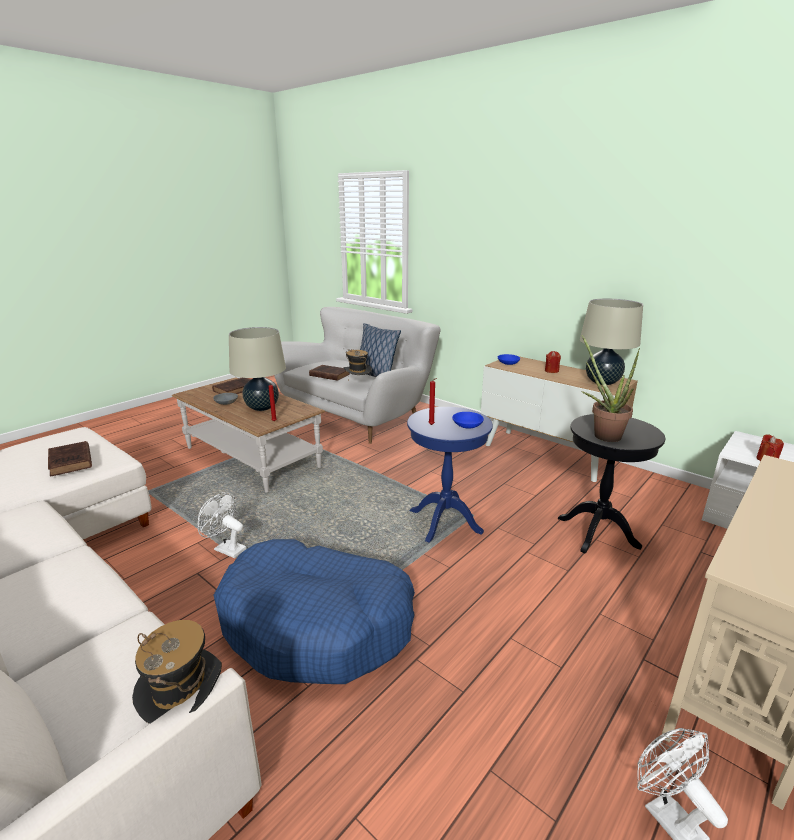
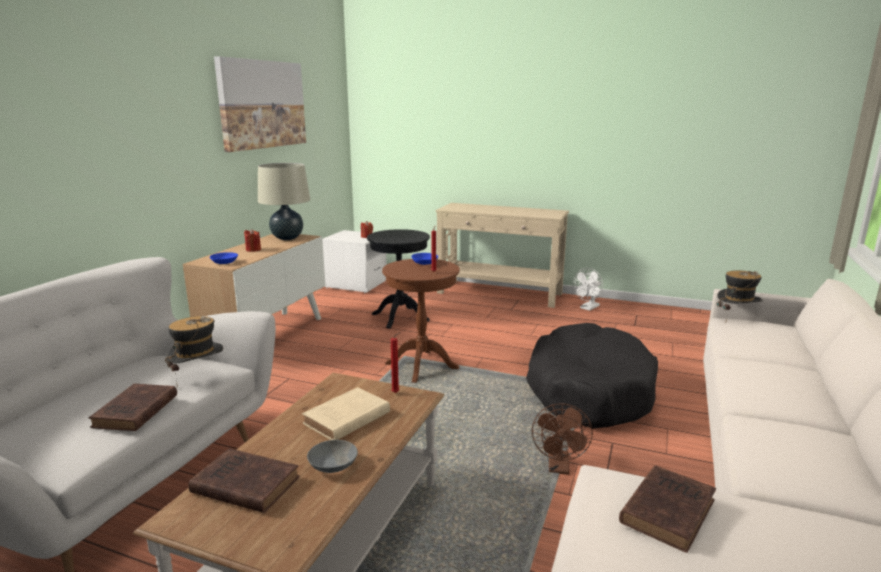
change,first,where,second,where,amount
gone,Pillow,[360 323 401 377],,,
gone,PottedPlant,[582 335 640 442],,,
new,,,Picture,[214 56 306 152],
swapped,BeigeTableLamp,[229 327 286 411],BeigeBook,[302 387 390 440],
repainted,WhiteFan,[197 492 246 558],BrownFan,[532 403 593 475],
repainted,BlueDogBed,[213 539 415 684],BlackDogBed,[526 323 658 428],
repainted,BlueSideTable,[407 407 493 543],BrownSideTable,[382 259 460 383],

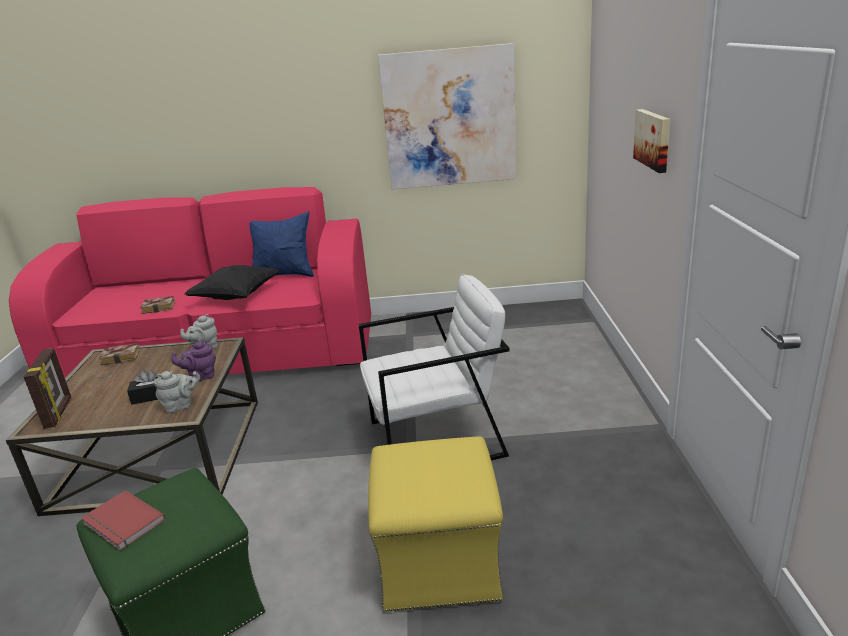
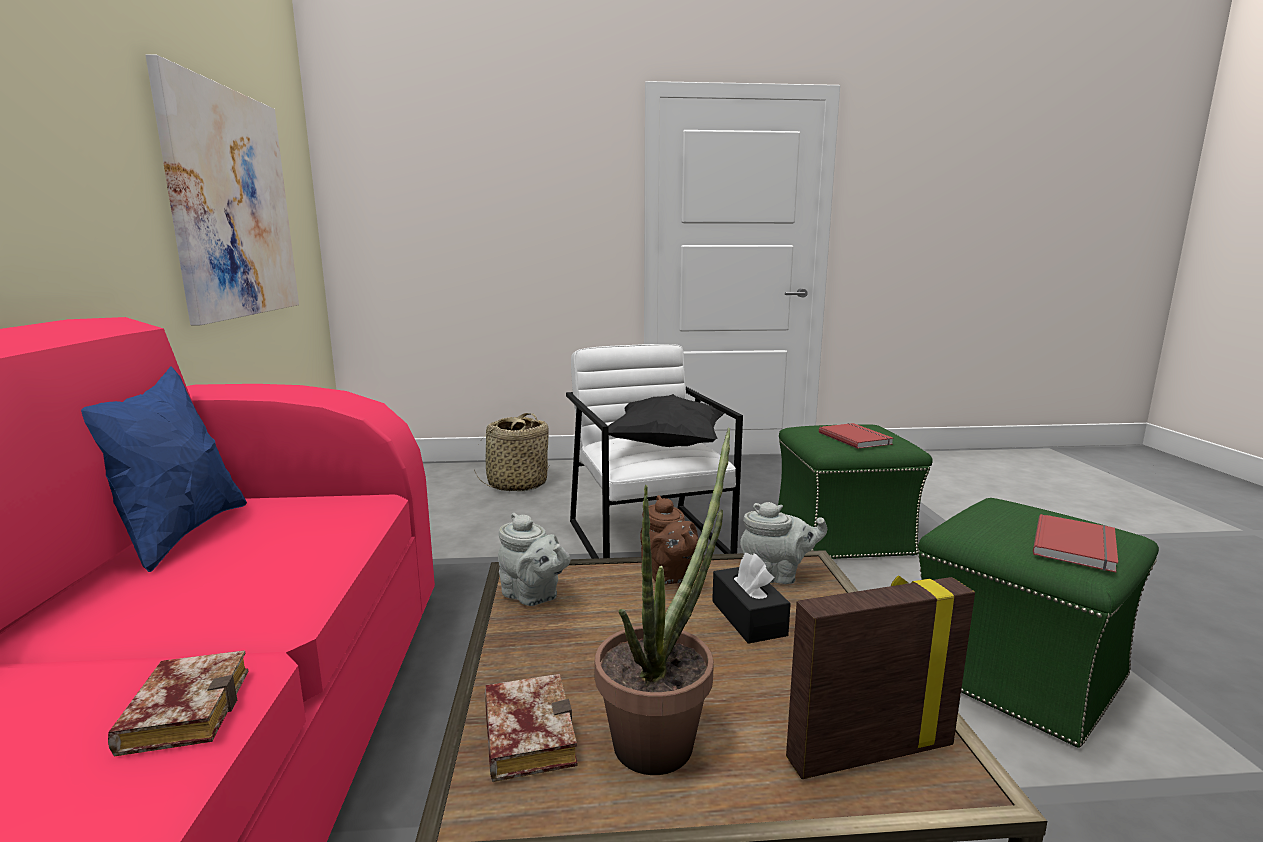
change,first,where,second,where,amount
gone,Picture,[633 109 670 173],,,
new,,,Basket,[474 413 550 491],
new,,,PottedPlant,[595 428 730 775],
new,,,RedBook,[819 423 894 449],
shifted,BlackPillow,[185 265 280 300],,[608 394 724 447],
repainted,PurpleTeapot,[172 341 216 381],BrownTeapot,[640 495 699 585],
repainted,YellowOttoman,[368 436 503 612],GreenOttoman,[778 424 933 559],
rotated,GreyTeapot,[154 371 200 413],,[740 502 827 584],120 degrees clockwise

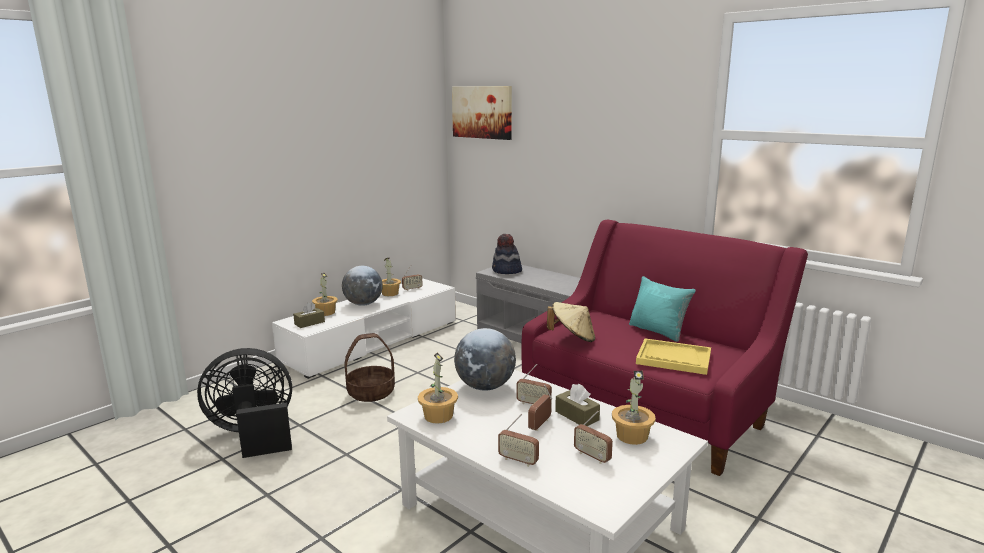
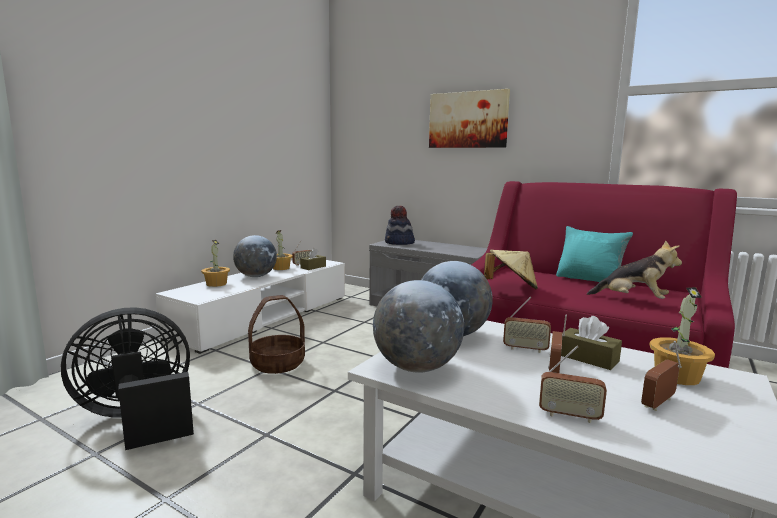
change,first,where,second,where,amount
shifted,BrownTissueBox,[293 302 325 328],,[300 248 326 270],
shifted,Picture,[452 86 512 140],,[429 89 510 148],
swapped,PottedPlant,[418 352 458 424],Globe,[373 280 464 373],
swapped,YellowTray,[636 338 711 375],PlushToy,[587 240 682 299],
rotated,Radio,[574 411 613 464],,[641 341 682 411],105 degrees clockwise

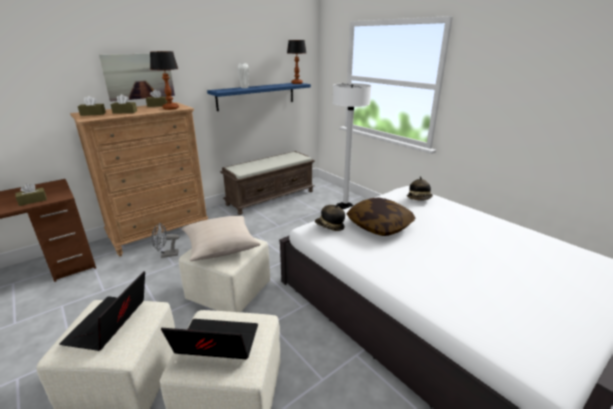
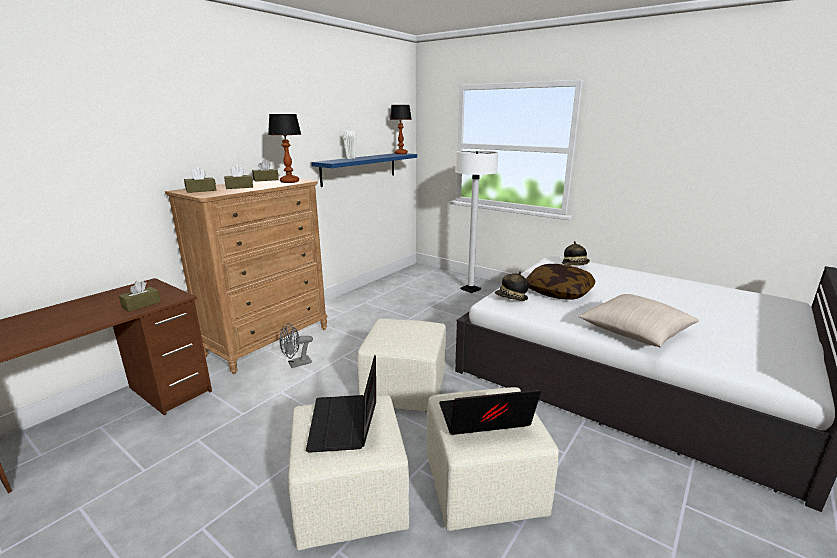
change,first,where,second,where,amount
gone,Picture,[99 53 175 102],,,
gone,BrownBench,[220 151 315 215],,,
shifted,BeigePillow,[181 216 261 261],,[579 294 699 348],

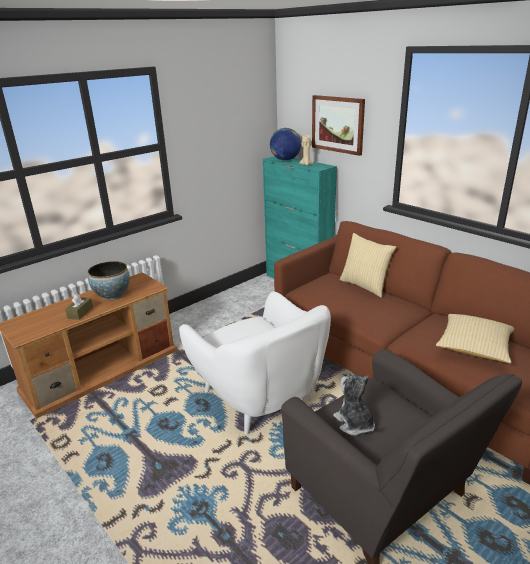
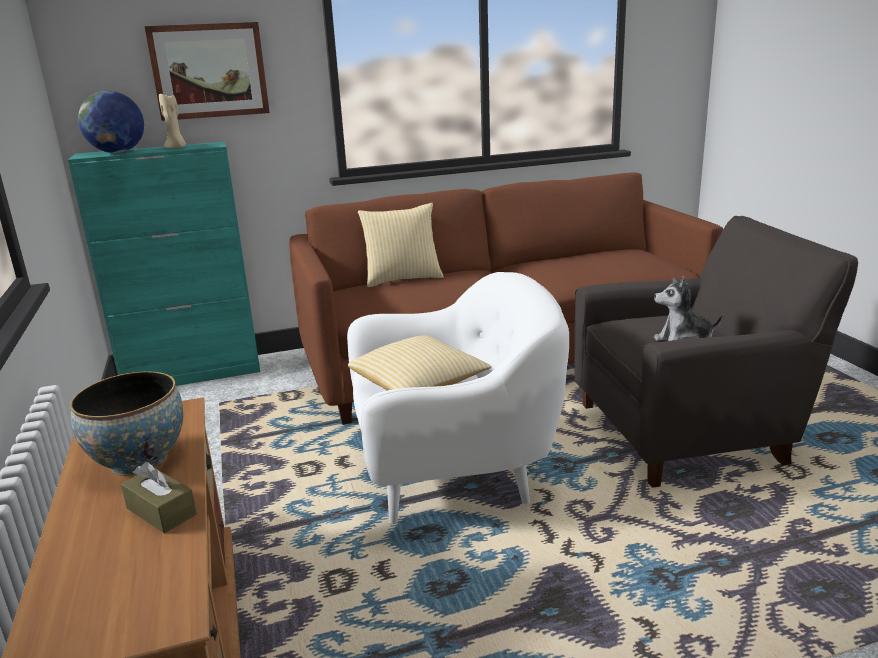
change,first,where,second,where,amount
shifted,Pillow,[436 314 514 363],,[348 335 492 391],

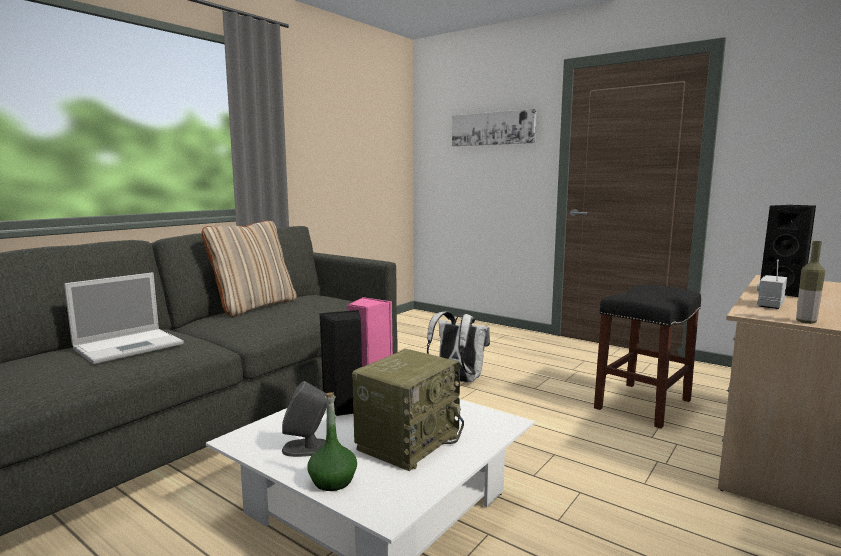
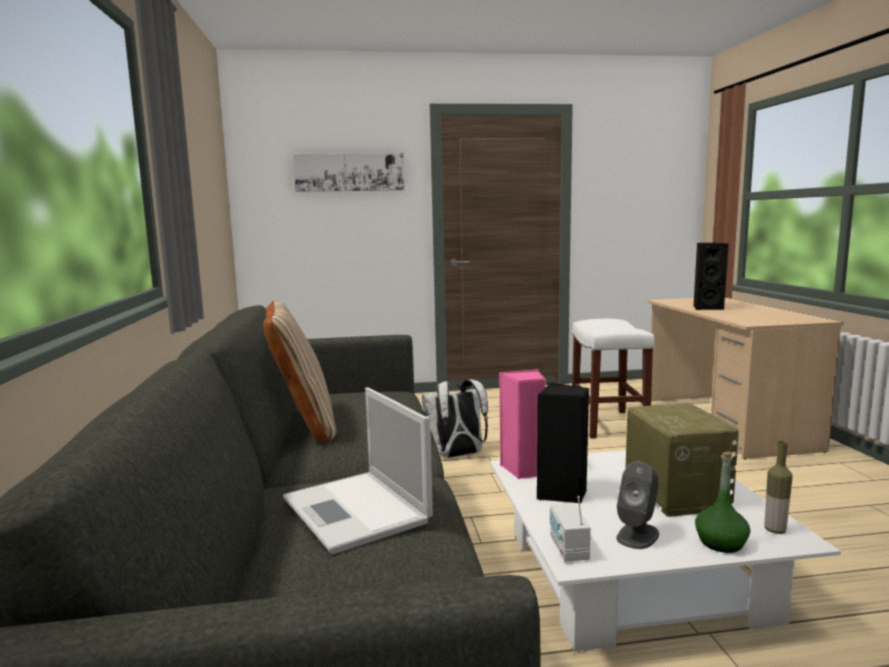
change,first,where,second,where,amount
shifted,Radio,[757 260 787 309],,[550 496 591 562],
shifted,Bottle,[796 241 825 324],,[765 441 793 534],
repainted,BlackStool,[594 285 701 429],WhiteStool,[572 318 655 438],
rotated,Laptop,[64 272 184 364],,[283 387 433 554],150 degrees clockwise

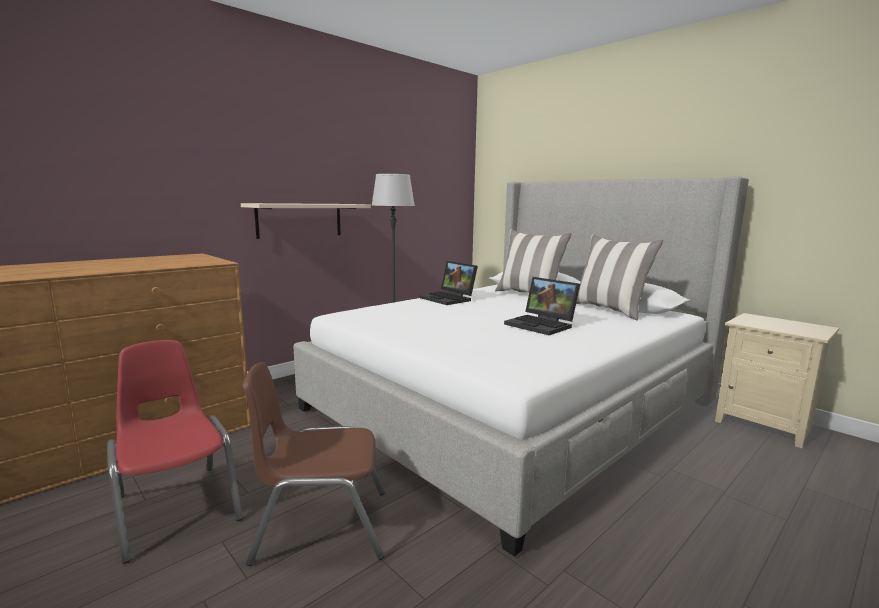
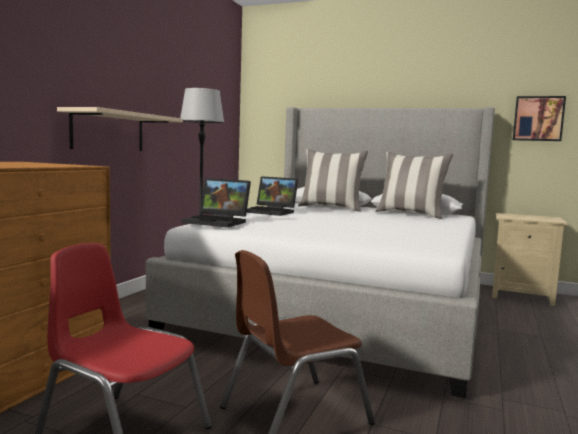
change,first,where,second,where,amount
new,,,Picture,[513 96 566 141],
shifted,Laptop,[504 277 580 335],,[182 178 251 227],

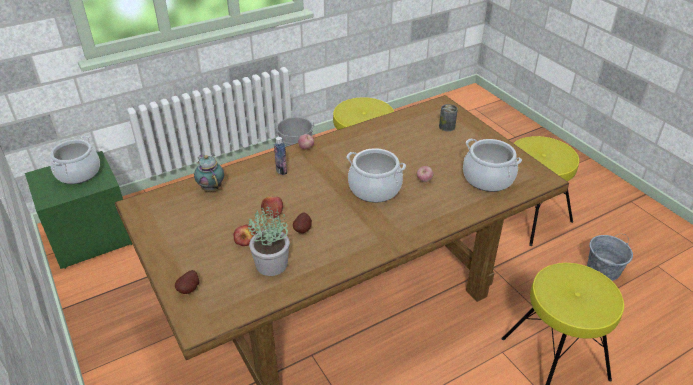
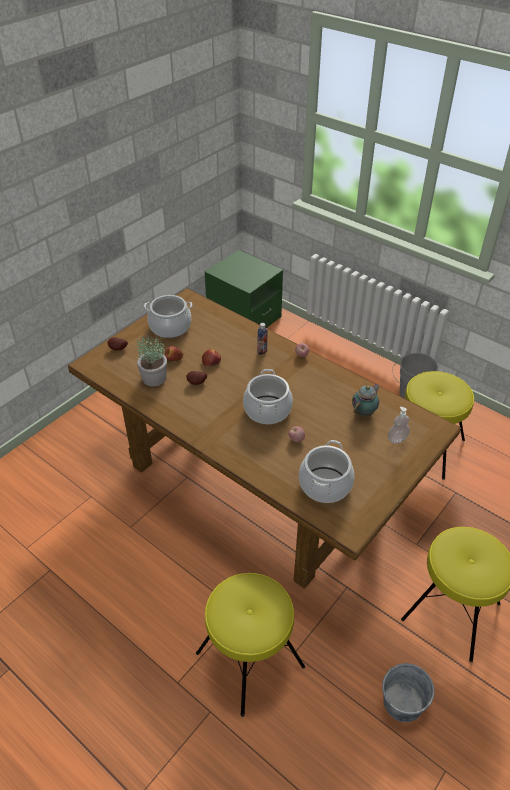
change,first,where,second,where,amount
shifted,CookingPot,[50 136 100 184],,[144 295 192 338],
shifted,Teapot,[194 154 224 191],,[352 384 380 417],
swapped,Can,[439 104 458 131],SoapDispenser,[388 407 410 444],

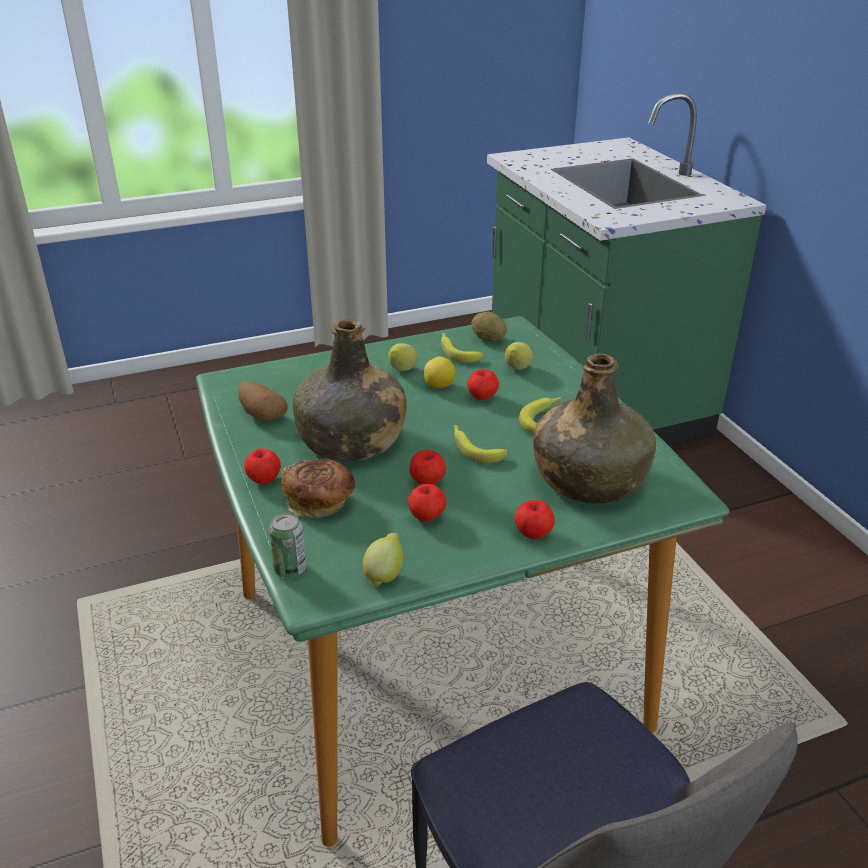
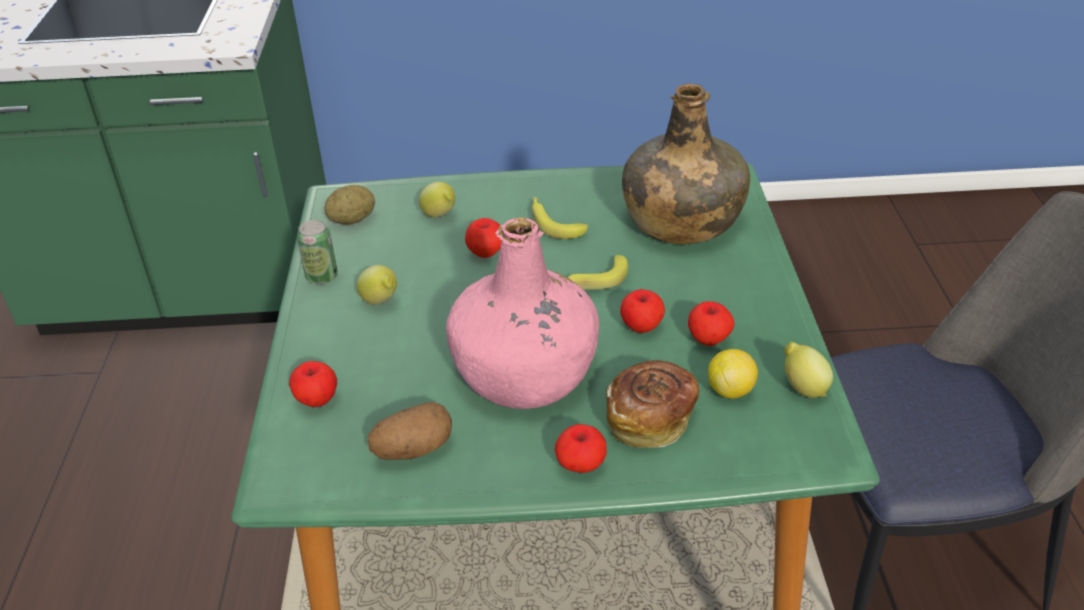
change,first,where,second,where,amount
gone,Banana,[441 333 483 363],,,
shifted,Can,[269 513 306 578],,[297 220 338 285],
shifted,Lemon,[424 356 456 389],,[708 349 758 399],
shifted,Apple,[515 500 555 539],,[289 361 337 407],
repainted,GreenBottle,[293 319 407 461],PinkBottle,[446 217 599 409],

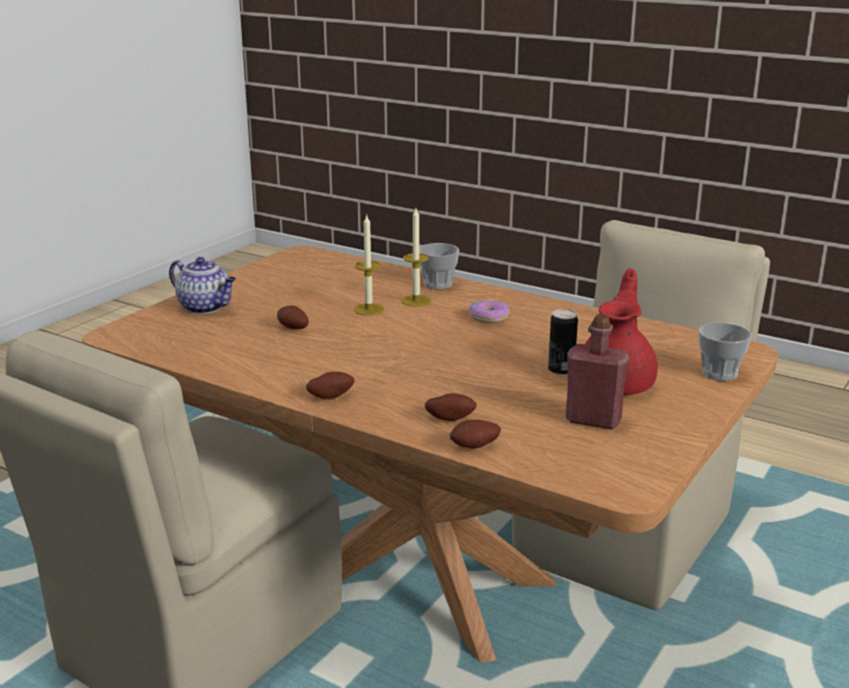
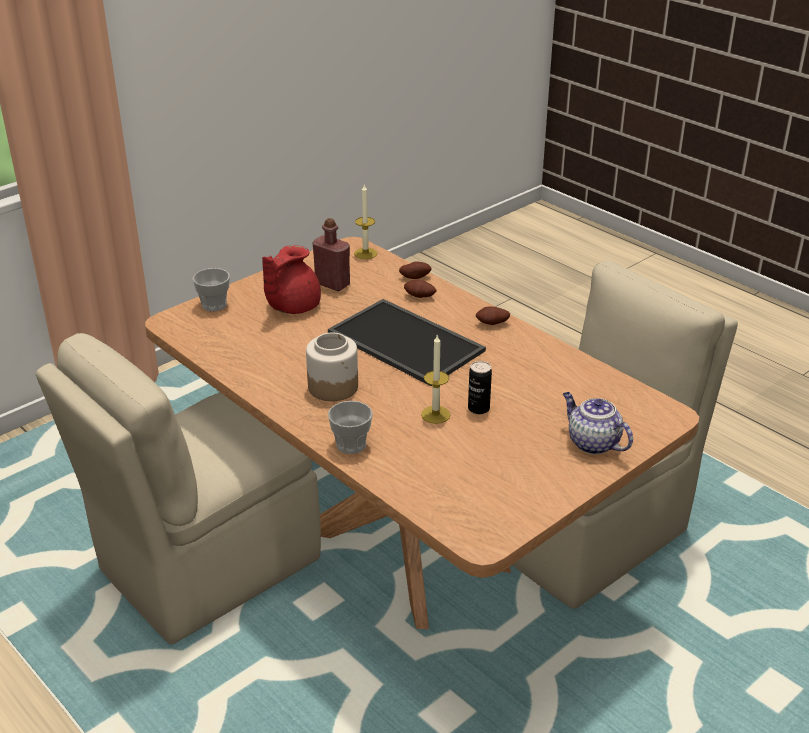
change,first,where,second,where,amount
gone,Potato,[277 305 309 329],,,
new,,,Tray,[328 299 486 386],
shifted,Candle,[401 208 431 307],,[354 185 377 259],
shifted,Can,[548 309 578 375],,[468 361 492 414],
swapped,Donut,[469 300 509 323],Jar,[306 333 358 401],

